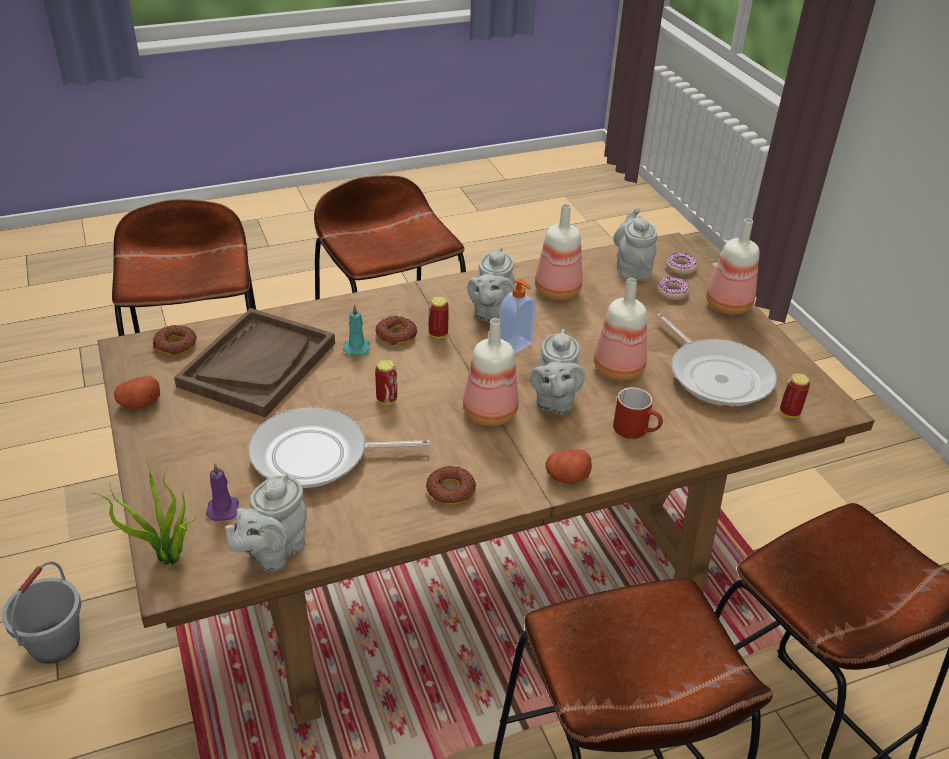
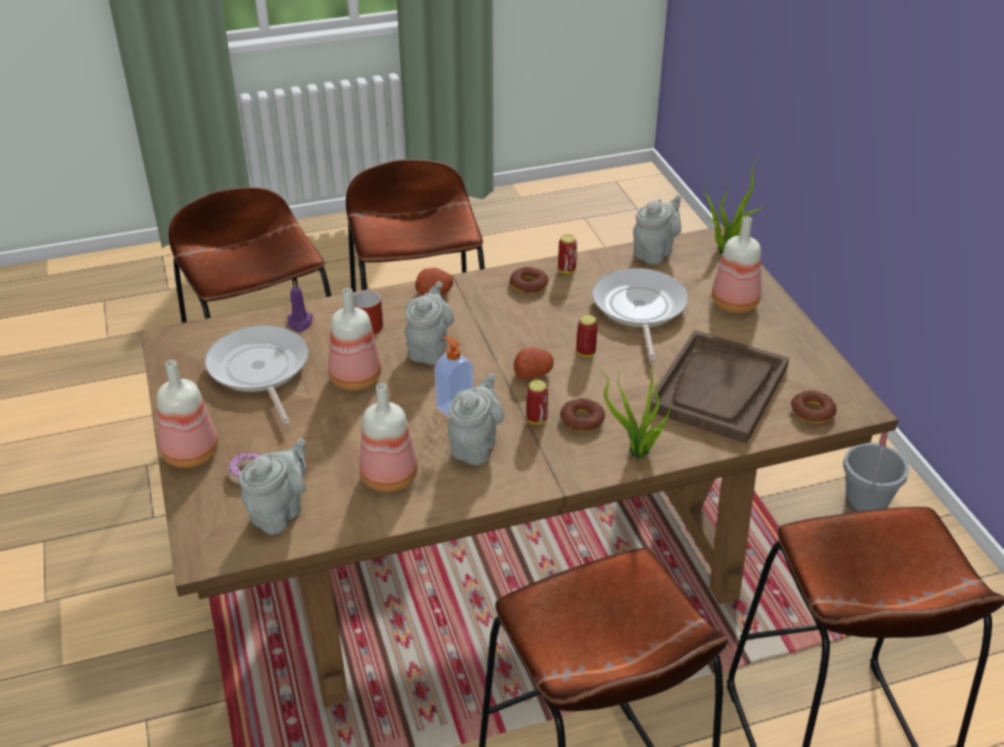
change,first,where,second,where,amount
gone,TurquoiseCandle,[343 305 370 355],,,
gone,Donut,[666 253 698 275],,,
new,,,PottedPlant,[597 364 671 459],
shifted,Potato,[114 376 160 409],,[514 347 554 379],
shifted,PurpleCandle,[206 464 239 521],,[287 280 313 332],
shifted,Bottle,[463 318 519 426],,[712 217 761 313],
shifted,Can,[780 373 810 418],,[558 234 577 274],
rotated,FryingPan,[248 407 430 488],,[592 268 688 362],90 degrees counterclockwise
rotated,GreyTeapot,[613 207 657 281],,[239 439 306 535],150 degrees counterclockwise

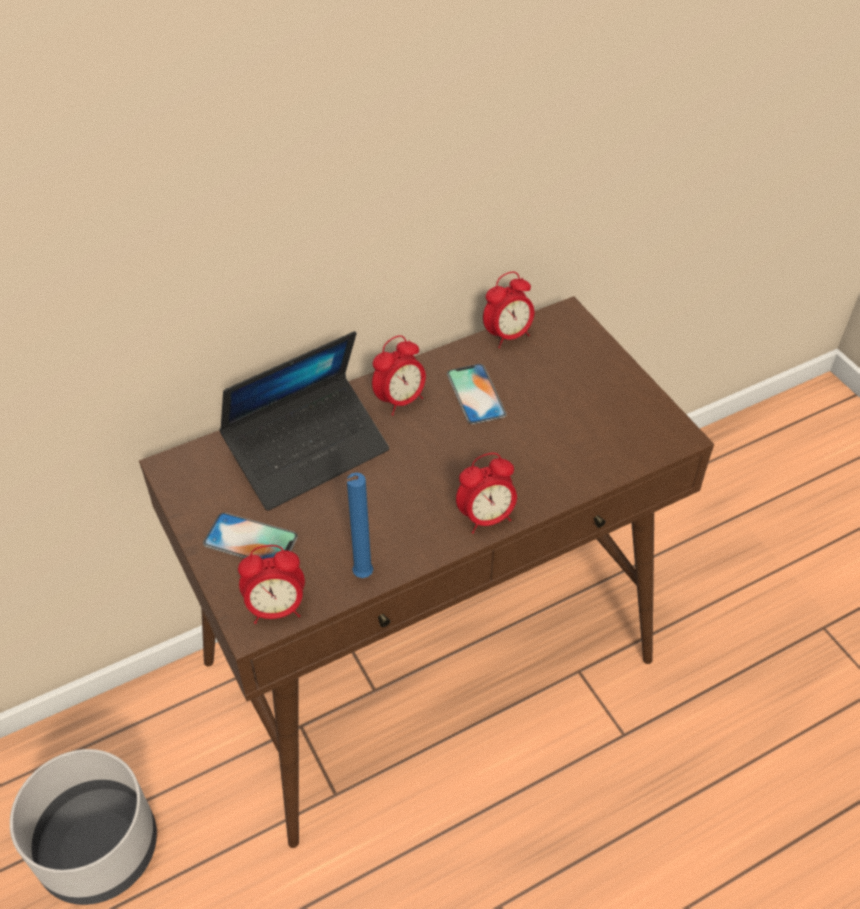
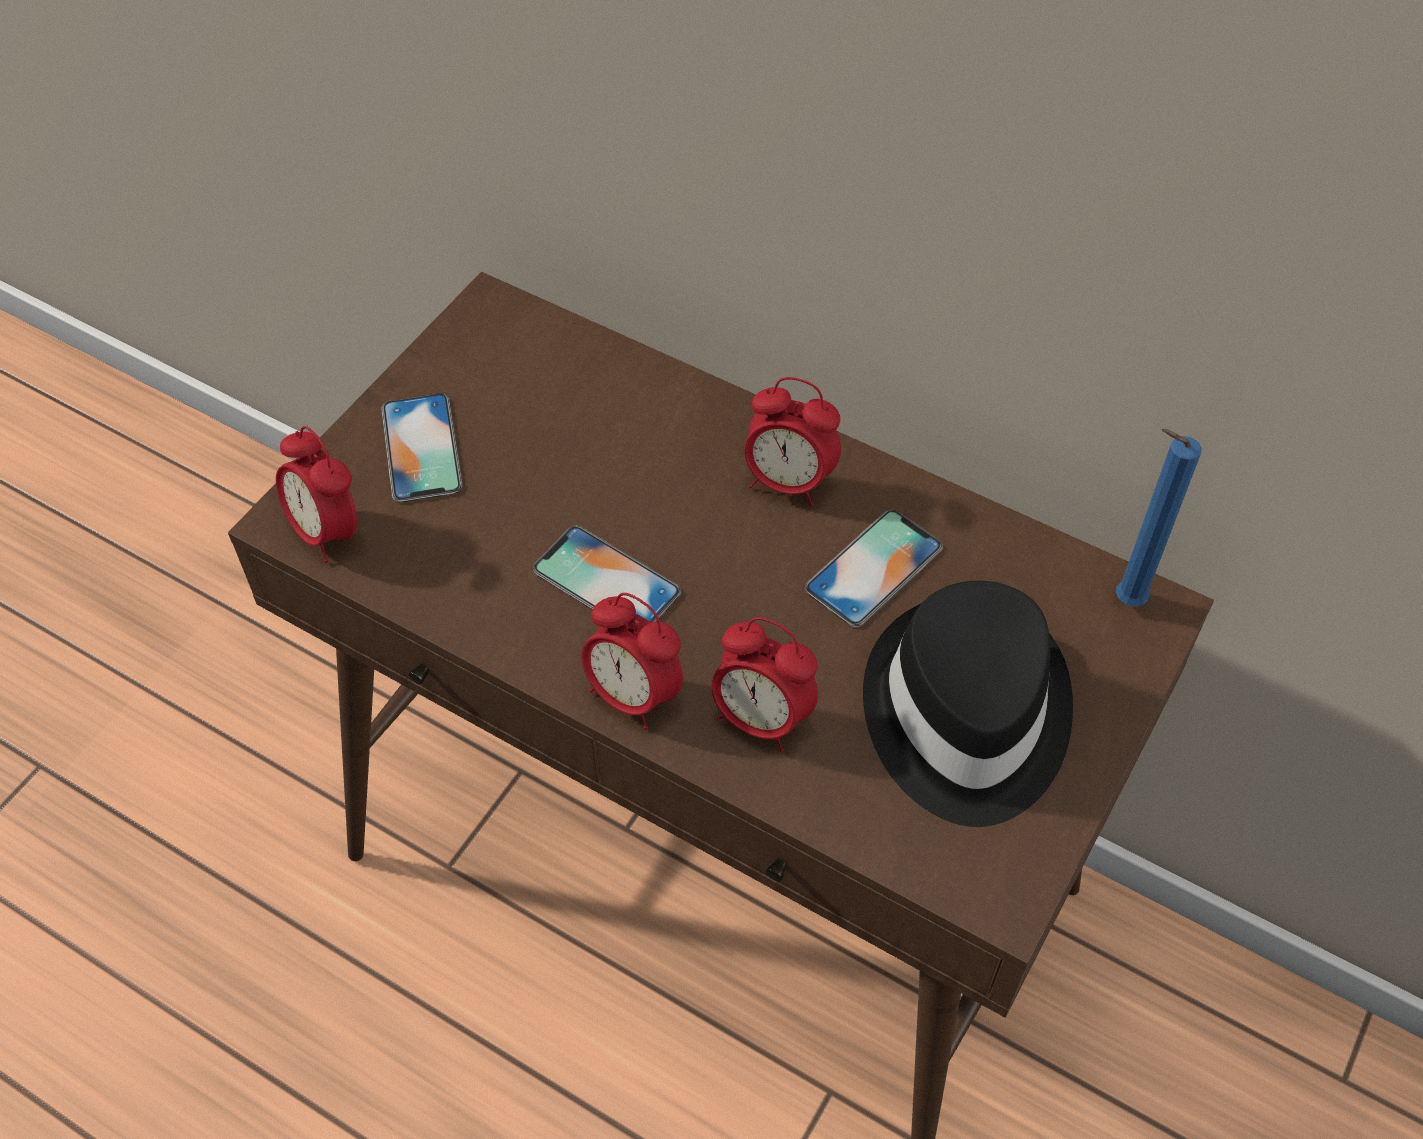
change,first,where,second,where,amount
gone,GreyPlanter,[10 749 157 905],,,
gone,Laptop,[219 331 389 511],,,
new,,,Phone,[533 526 681 622],
new,,,BlackHat,[863 581 1073 827],
shifted,BlueCandle,[346 472 374 578],,[1116 429 1202 607],
shifted,AlarmClock,[483 271 534 348],,[712 617 818 752],

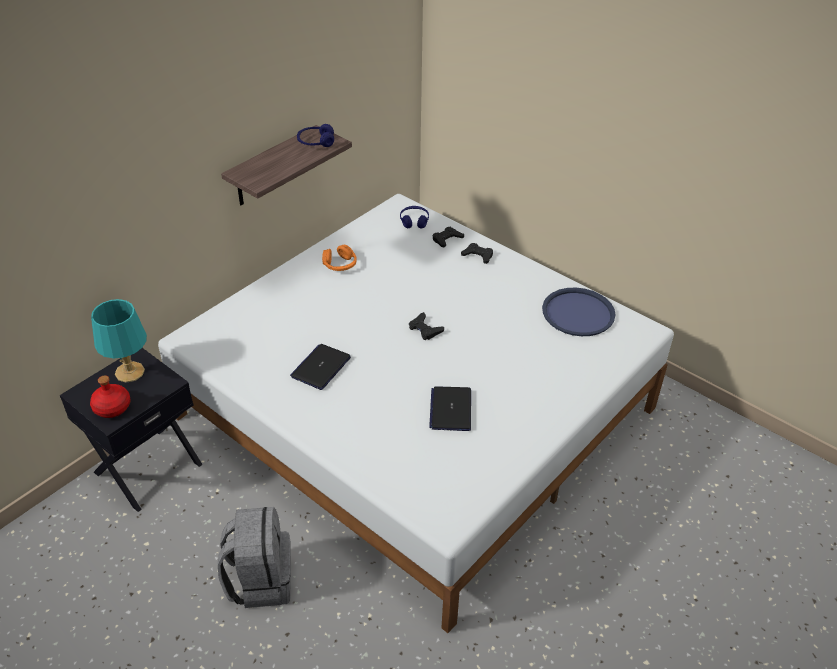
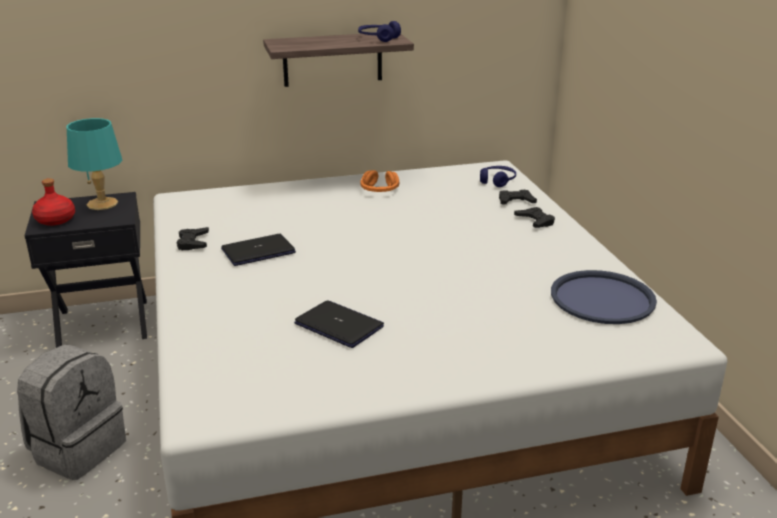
change,first,where,second,where,amount
shifted,BlackGameController,[409 312 444 340],,[176 227 209 250],
rotated,Laptop,[429 386 471 431],,[294 300 384 348],90 degrees clockwise

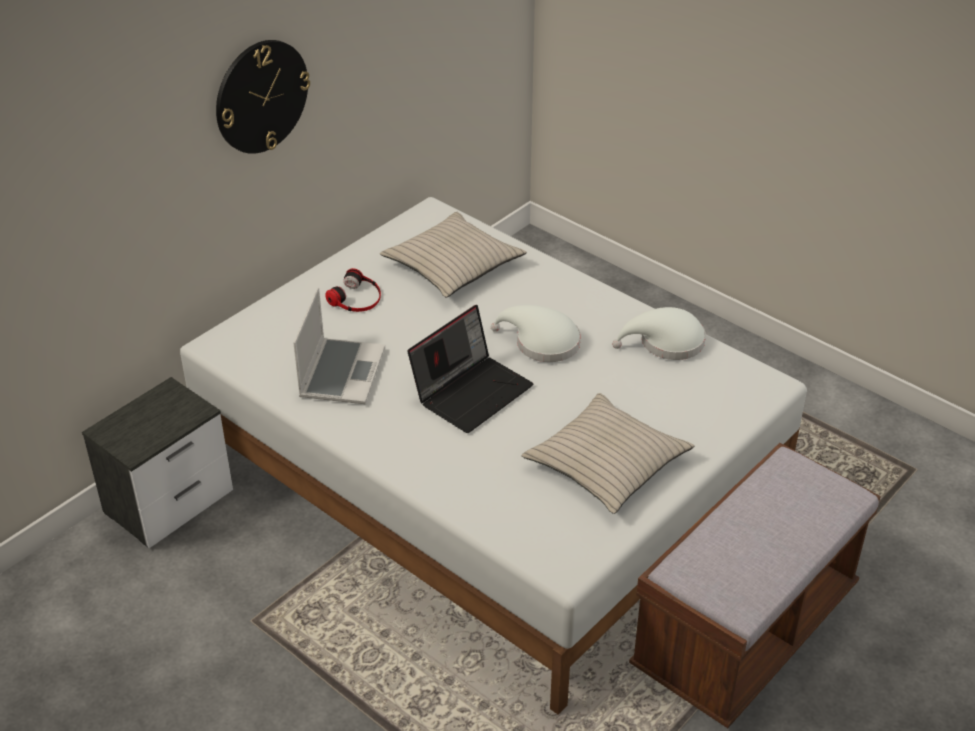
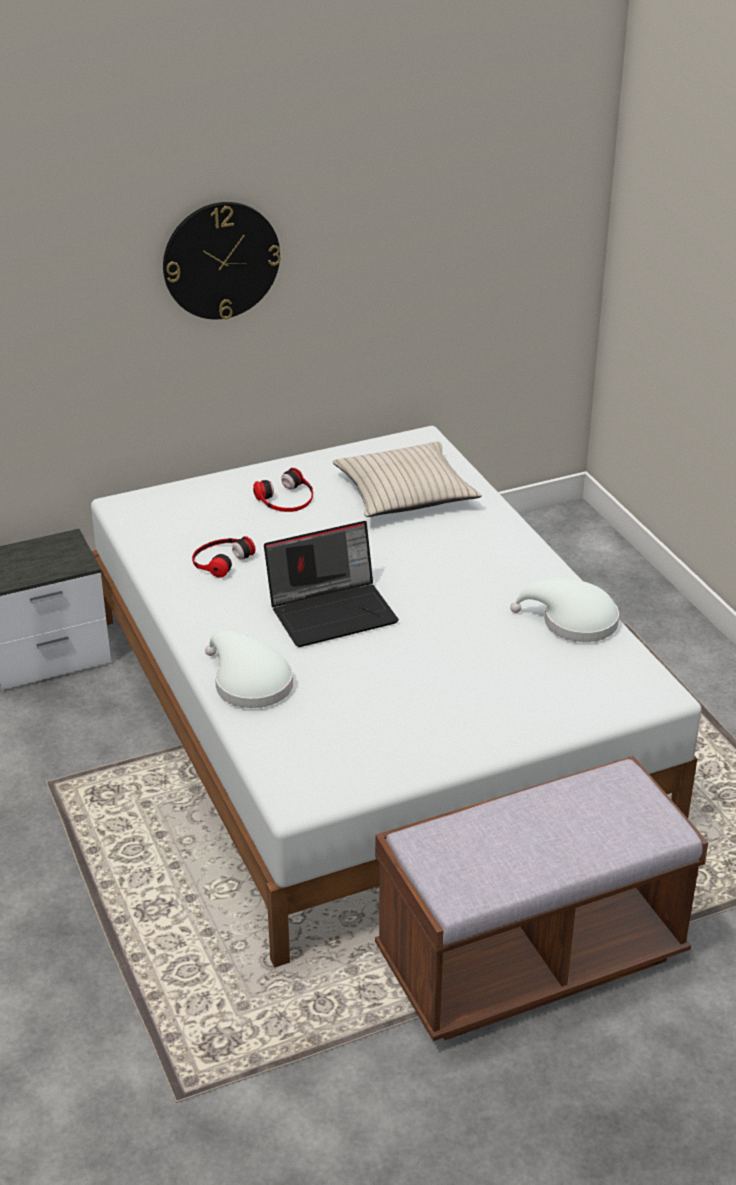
change,first,where,second,where,amount
gone,BeigePillow,[522 393 695 514],,,
shifted,WhiteHat,[491 305 581 362],,[205 630 293 708],
swapped,Laptop,[293 287 385 404],Headphones,[192 536 255 578],

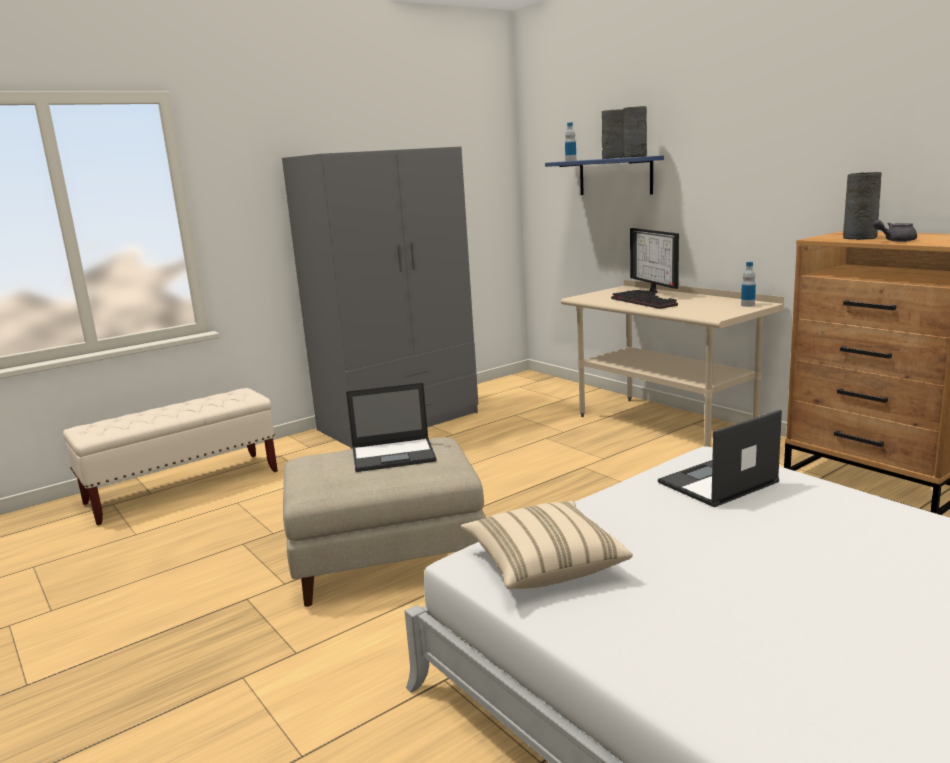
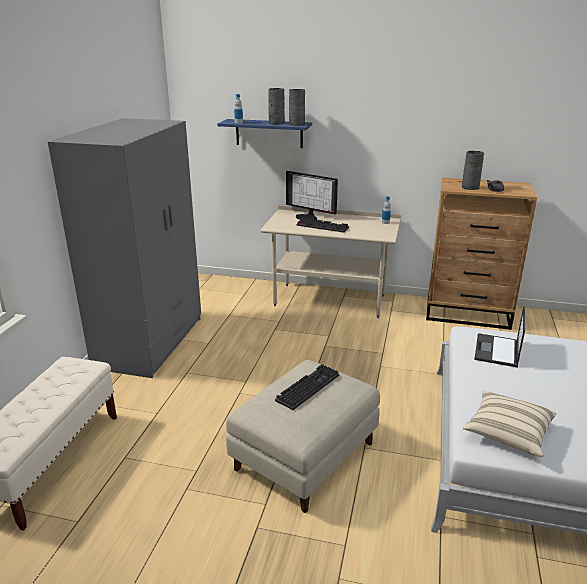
change,first,where,second,where,amount
swapped,Laptop,[346 382 437 472],Keyboard,[275 364 339 410],

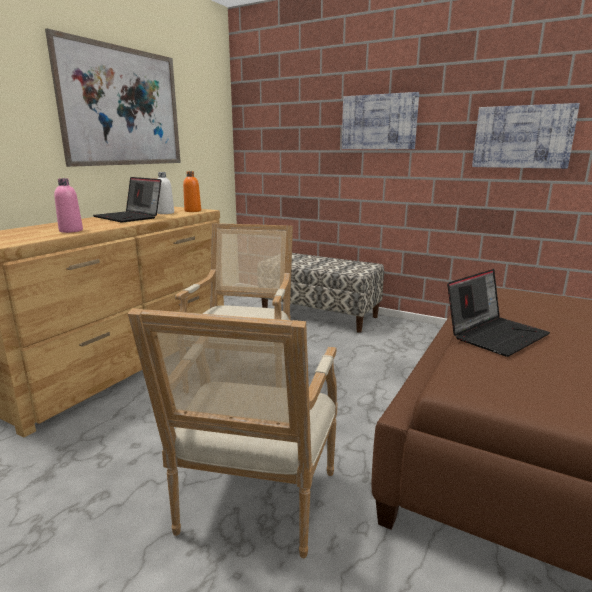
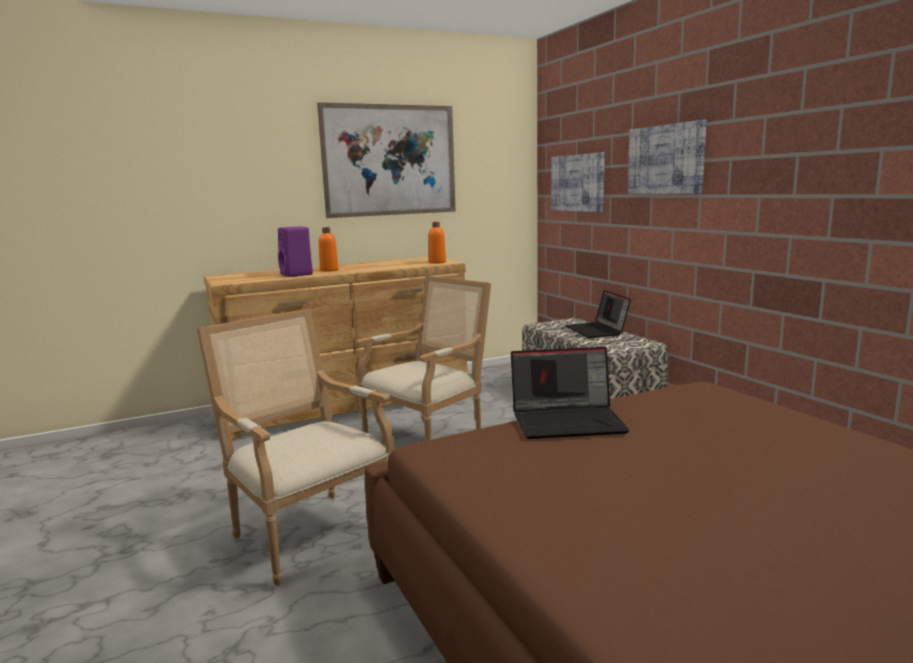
change,first,where,second,where,amount
gone,WhiteBottle,[157 172 174 214],,,
new,,,OrangeBottle,[319 227 339 272],
shifted,Laptop,[93 177 161 222],,[565 290 631 338],
shifted,Picture,[472 103 580 169],,[551 152 605 212],
swapped,PinkBottle,[54 178 83 233],PurpleSpeaker,[278 226 313 277],
rotated,Armchair,[128 308 337 558],,[197 308 395 586],90 degrees clockwise

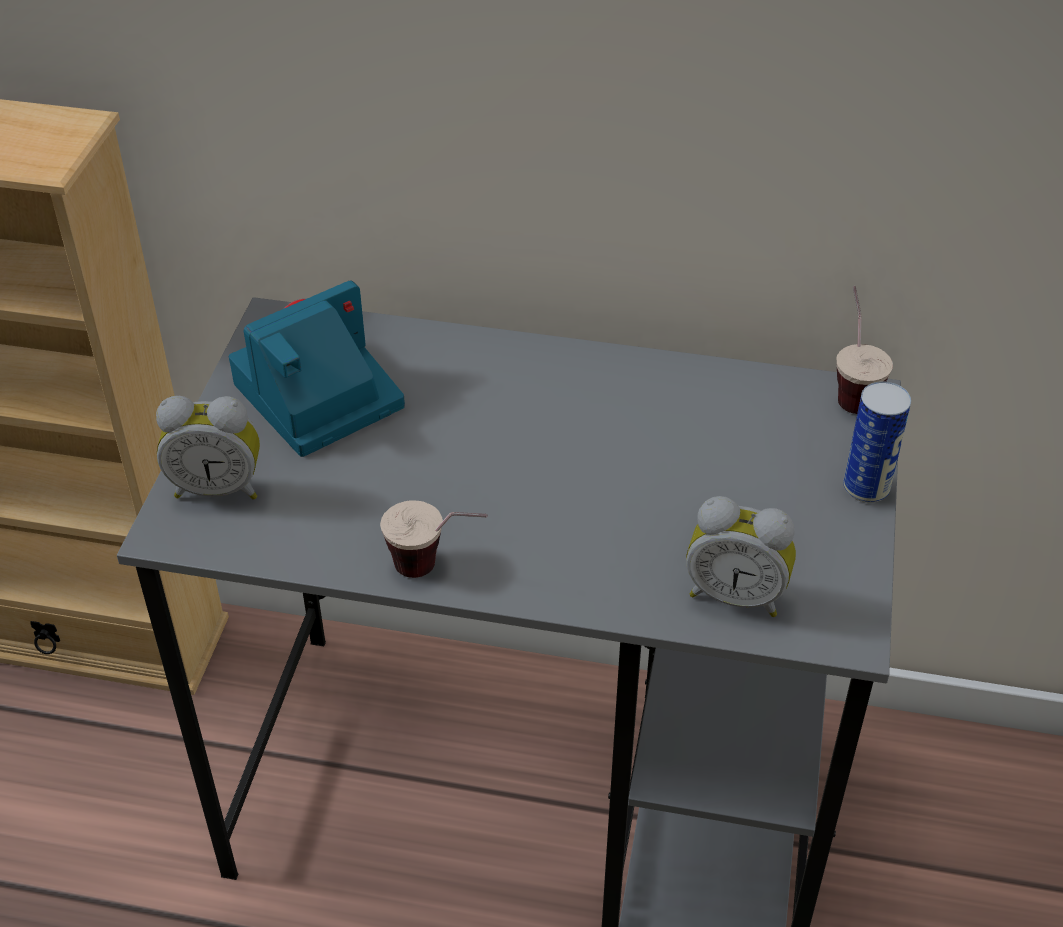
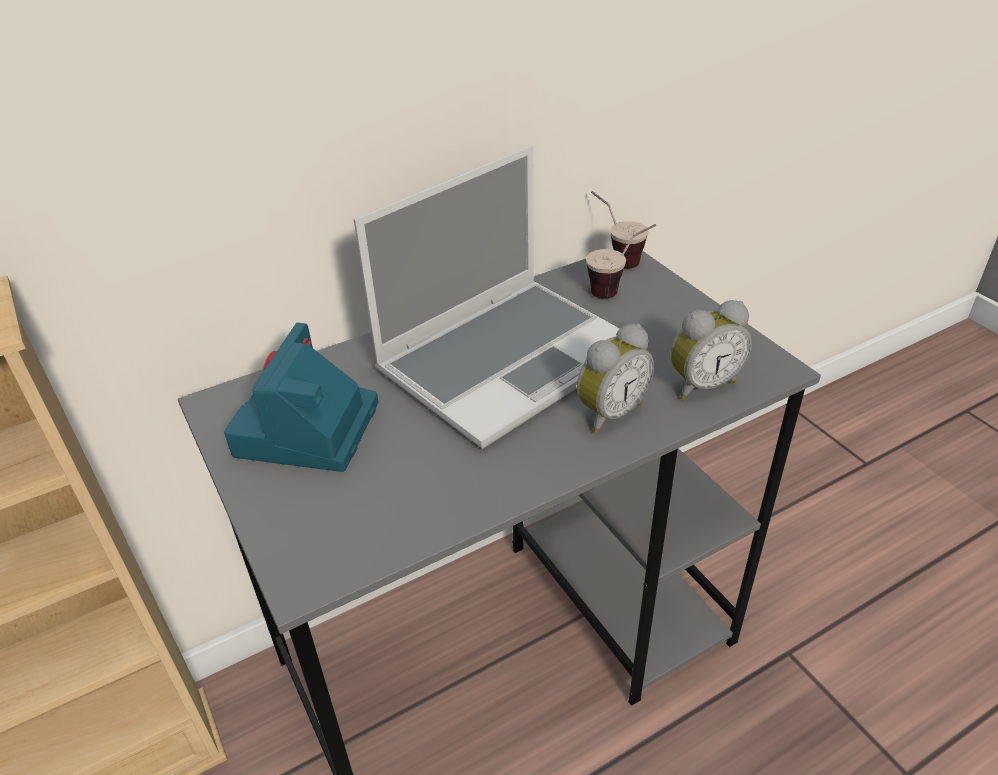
change,first,where,second,where,amount
gone,Can,[843 381 911 503],,,
new,,,Laptop,[354 145 620 449],
shifted,AlarmClock,[156 396 260 500],,[577 324 654 433],
shifted,Cup,[380 500 488 578],,[586 224 656 299],

